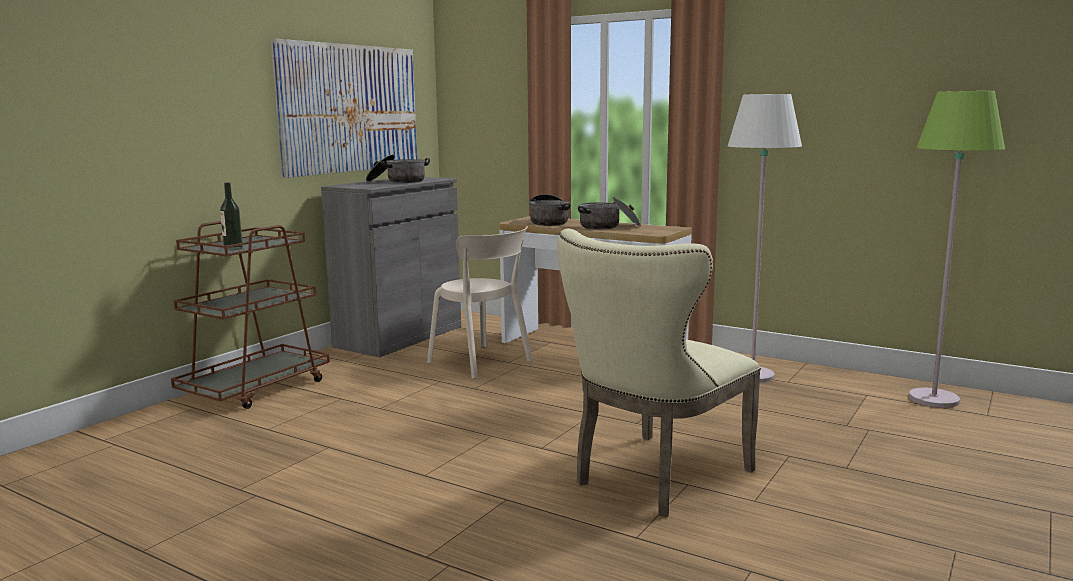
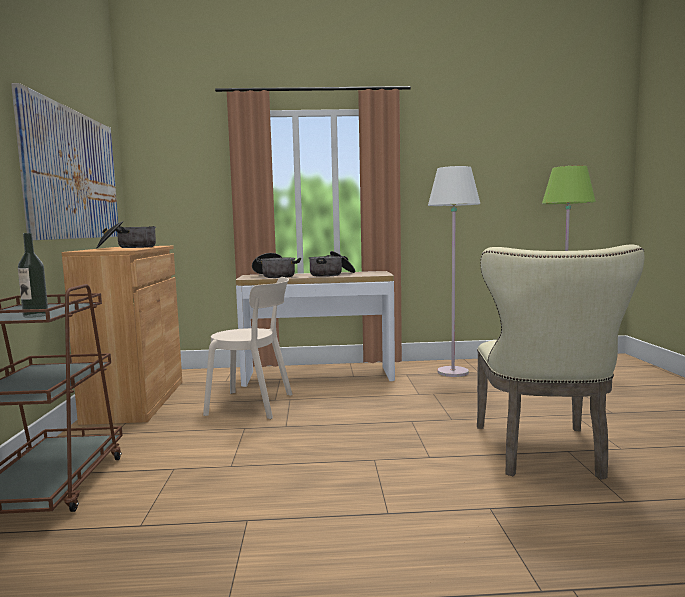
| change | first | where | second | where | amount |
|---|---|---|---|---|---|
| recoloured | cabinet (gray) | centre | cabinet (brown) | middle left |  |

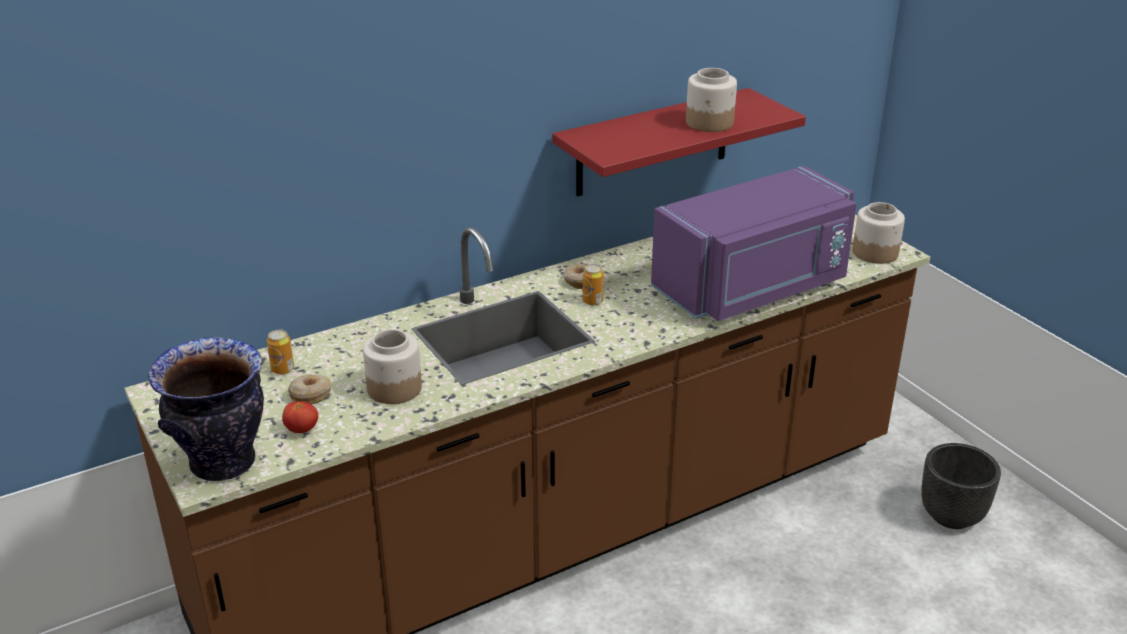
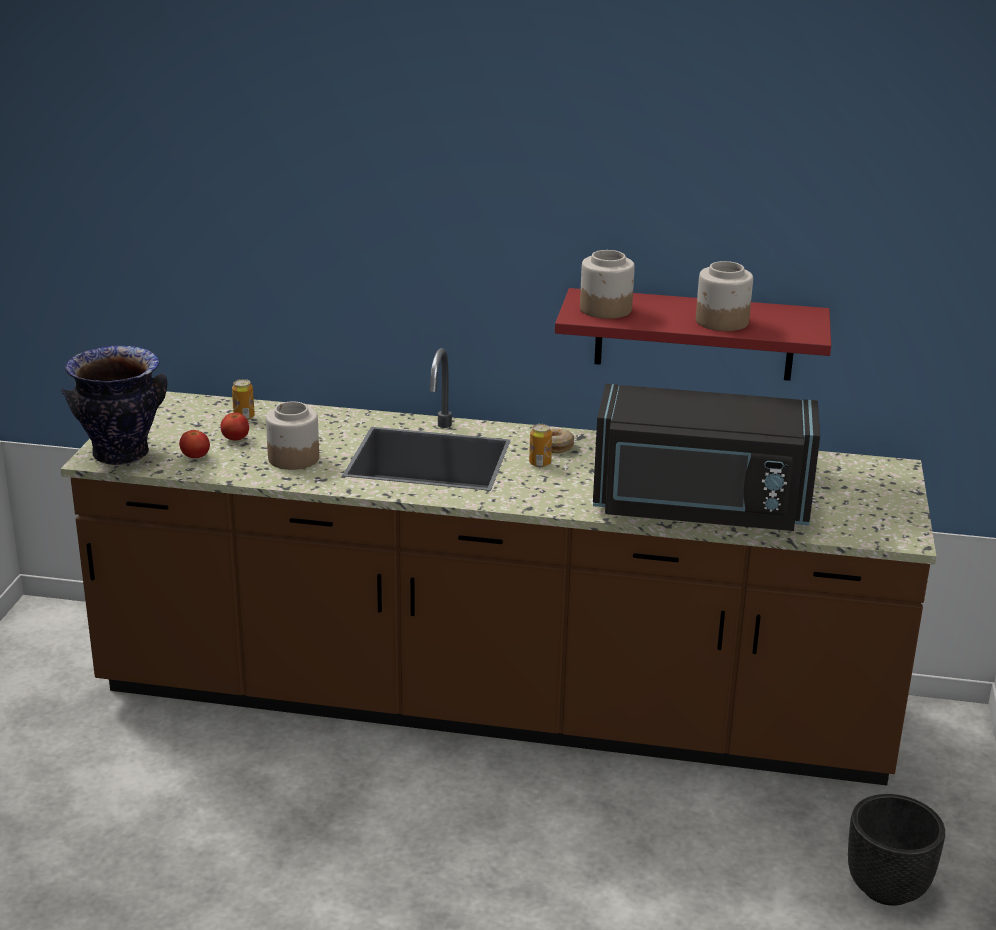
| change | first | where | second | where | amount |
|---|---|---|---|---|---|
| replaced | ring doughnut (1st from left) | middle left | whole tomato (2nd from left) | middle left |  |
| recoloured | microwave oven (purplish) | middle right | microwave oven (blackish) | middle right |  |
| moved | jar (3rd from left in the first image) | middle right | jar (2nd from left) | top centre |  |

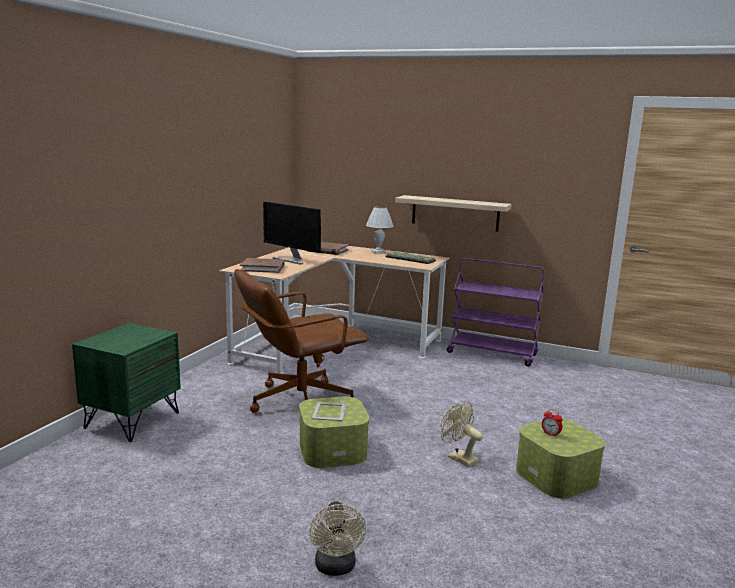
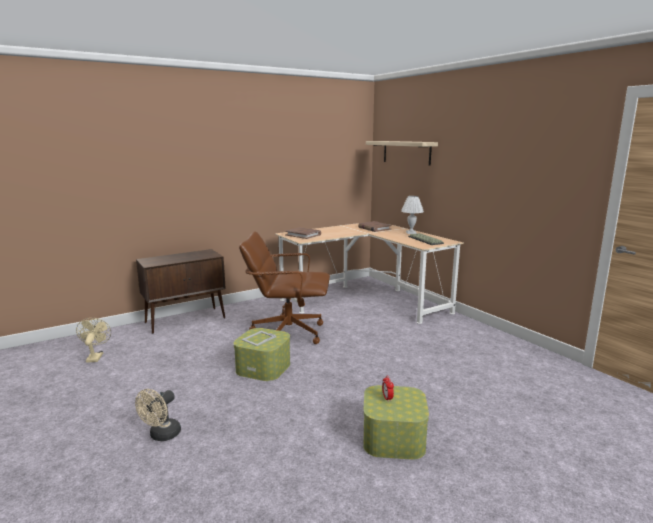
| change | first | where | second | where | amount |
|---|---|---|---|---|---|
| replaced | nightstand (greenish) | middle left | cabinet (brown) | middle left |  |
| removed | computer screen | centre |  |  |  |
| moved | bracket shelf | centre |  | top centre |  |
| moved | electric fan (beige-coloured) (2nd from left in the first image) | bottom centre | electric fan (beige-coloured) (1st from left) | middle left |  |
| removed | wheeled cart (purplish) | middle right |  |  |  |

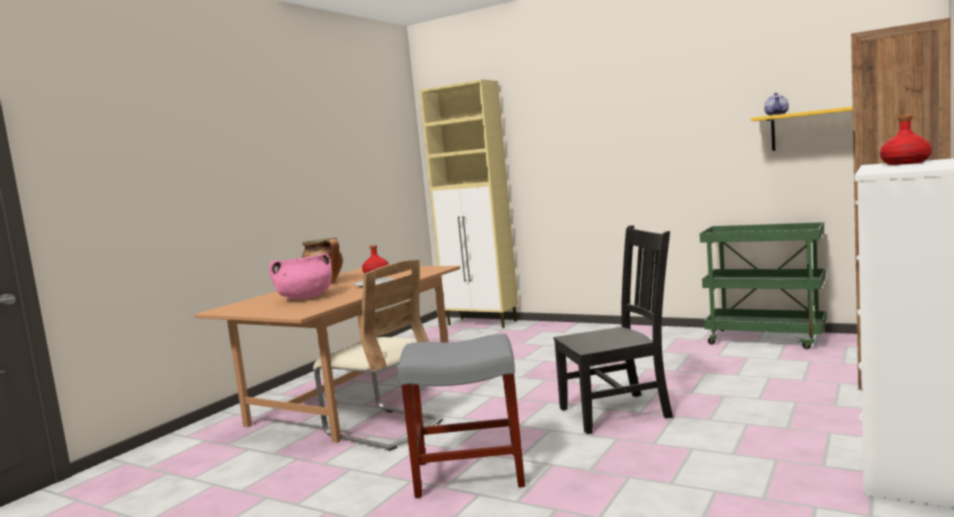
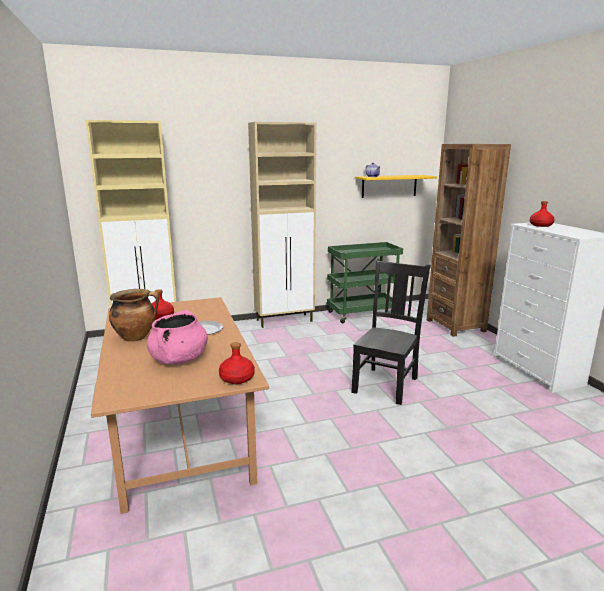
| change | first | where | second | where | amount |
|---|---|---|---|---|---|
| removed | upright chair (beige-coloured) | bottom centre |  |  |  |
| removed | sitting stool (gray) | bottom centre |  |  |  |
| added |  |  | bottle (red-coloured) (2nd from left) | centre |  |
| added |  |  | cabinet (beige-coloured) (2nd from left) | centre |  |

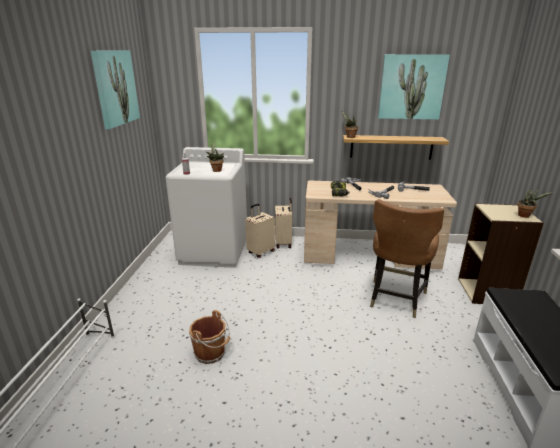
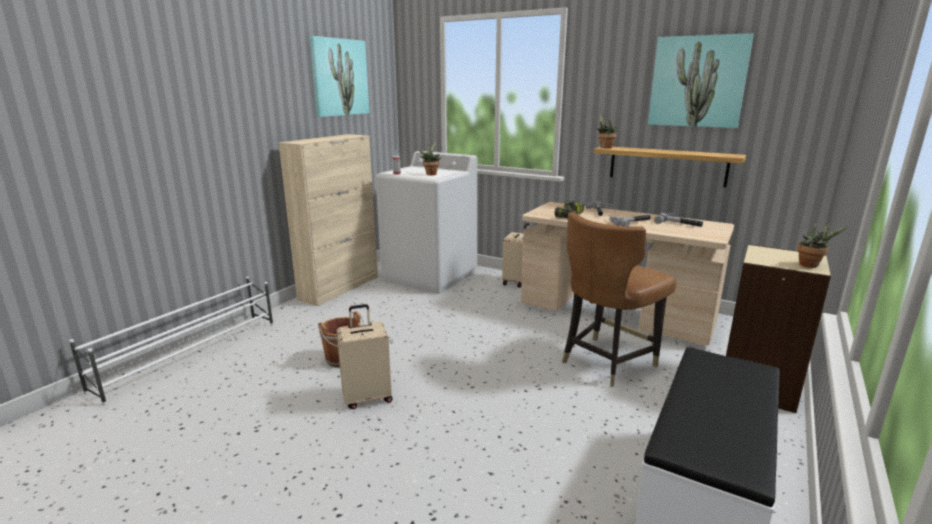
| change | first | where | second | where | amount |
|---|---|---|---|---|---|
| moved | piece of luggage (beige-coloured) (1st from left) | centre |  | bottom centre |  |
| added |  |  | cabinet (beige-coloured) | centre |  |

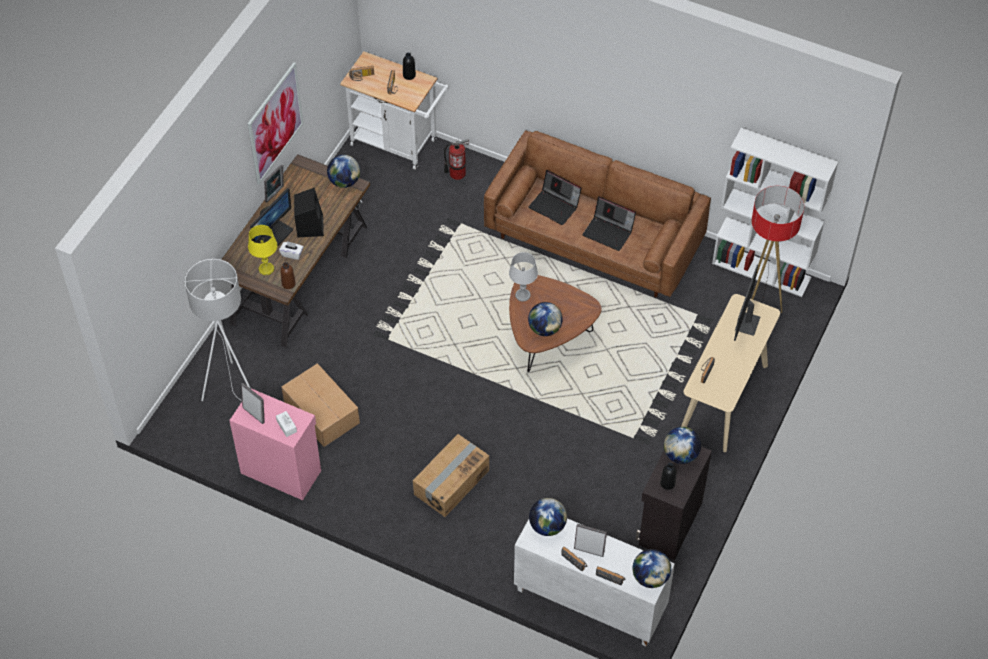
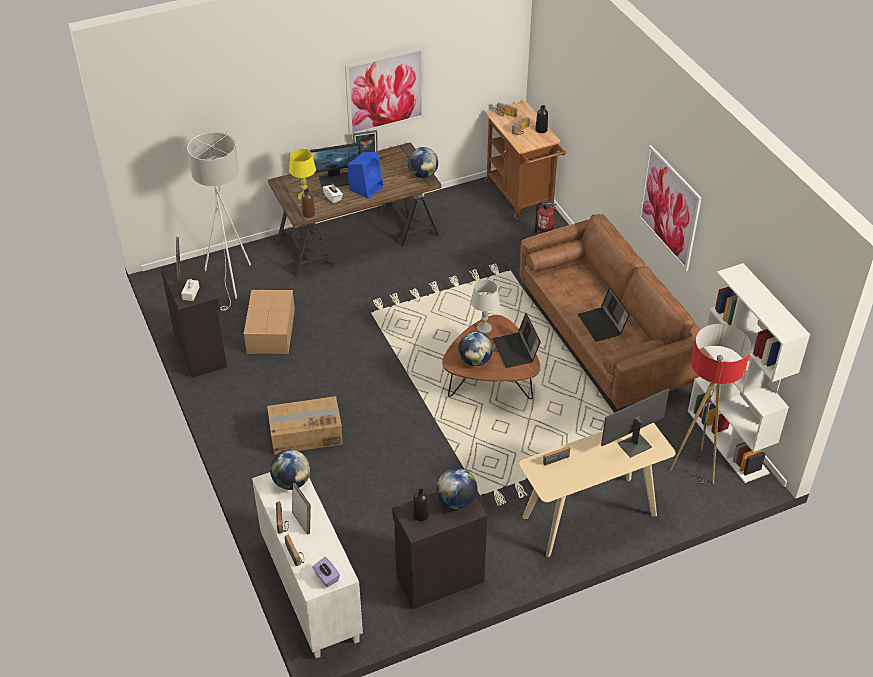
| change | first | where | second | where | amount |
|---|---|---|---|---|---|
| recoloured | cabinet (pinkish) | bottom left | cabinet (blackish) (1st from left) | middle left |  |
| recoloured | audio speaker (blackish) | top left | audio speaker (blue) | top centre |  |
| recoloured | wheeled cart (whitish) | top centre | wheeled cart (brown) | top centre |  |
| moved | laptop (1st from left) | top centre |  | centre |  |
| replaced | world globe (4th from left) | bottom centre | tissue holder (purplish) | bottom centre |  |
| added |  |  | wall picture (2nd from left) | top right |  |

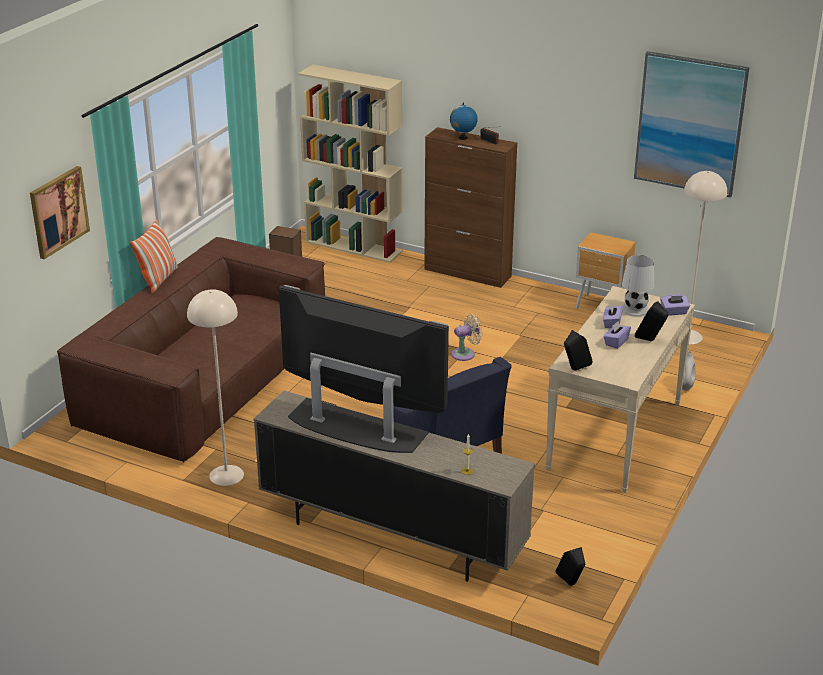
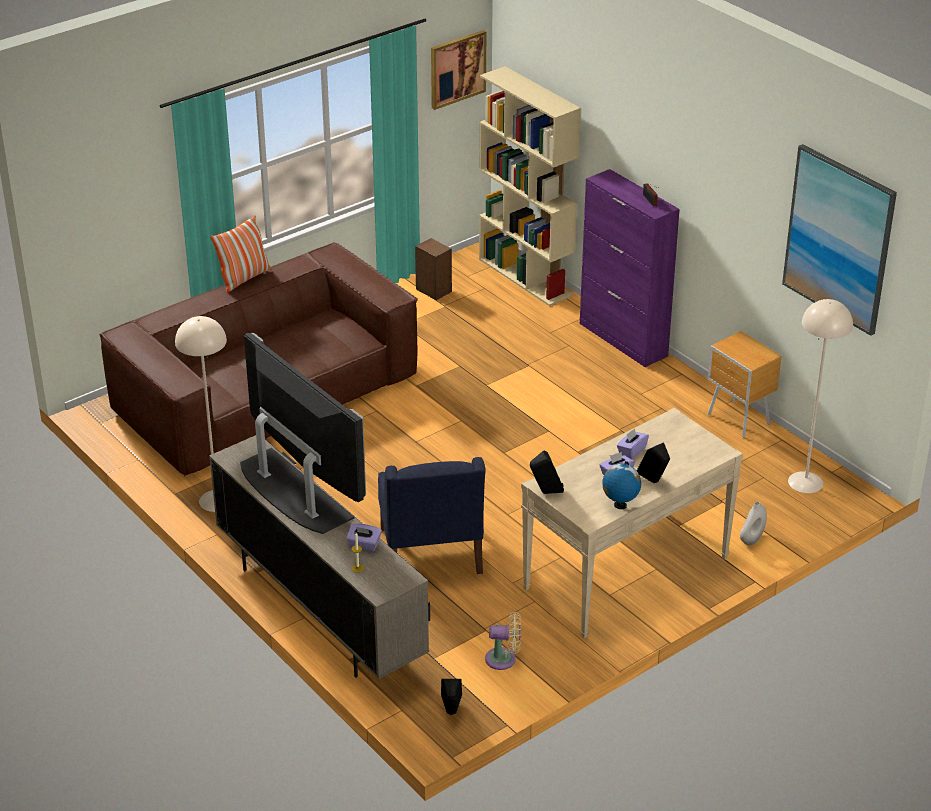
| change | first | where | second | where | amount |
|---|---|---|---|---|---|
| moved | wall picture (1st from left) | top left |  | top centre |  |
| recoloured | cabinet (brown) | top centre | cabinet (purplish) | top right |  |
| moved | world globe | top centre |  | middle right |  |
| moved | electric fan (beige-coloured) | centre |  | bottom centre |  |
| removed | lamp for a table (whitish) | middle right |  |  |  |
| moved | tissue holder (purplish) (3rd from left in the first image) | middle right | tissue holder (purplish) (1st from left) | centre |  |

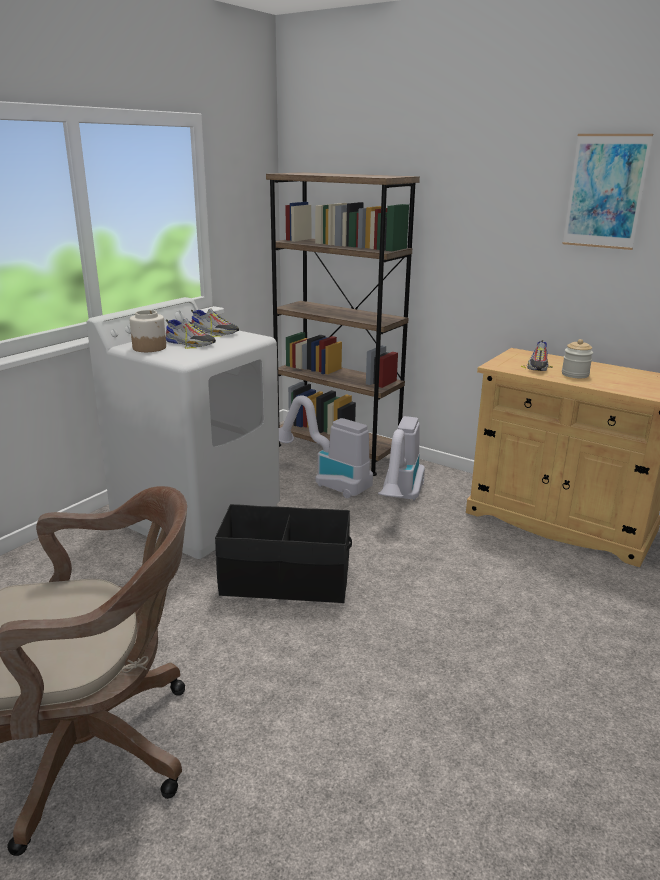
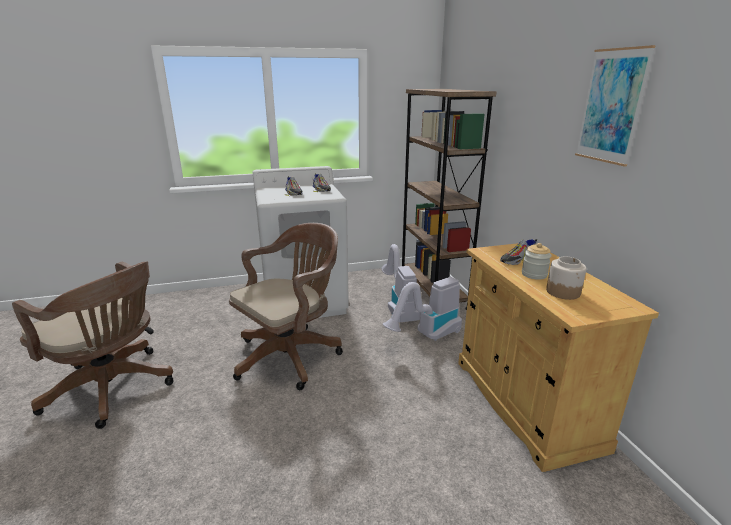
| change | first | where | second | where | amount |
|---|---|---|---|---|---|
| moved | jar (1st from left in the first image) | middle left | jar (2nd from left) | middle right |  |
| replaced | storage bin (blackish) | centre | computer chair (brown) (2nd from left) | centre |  |

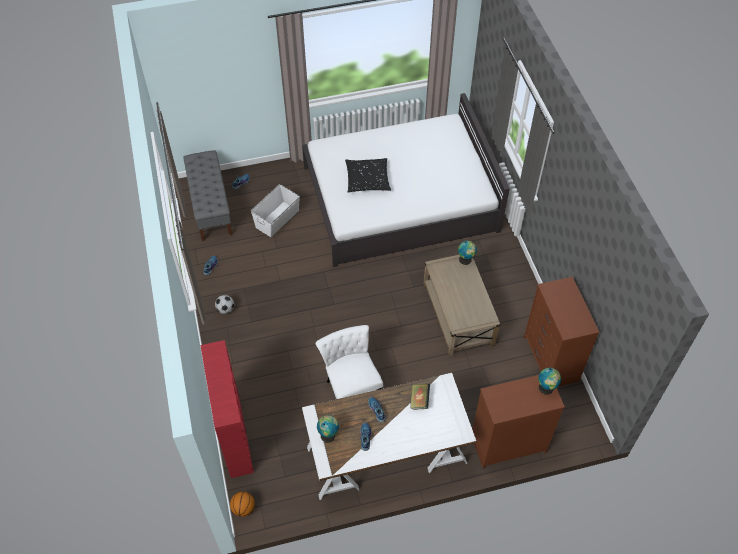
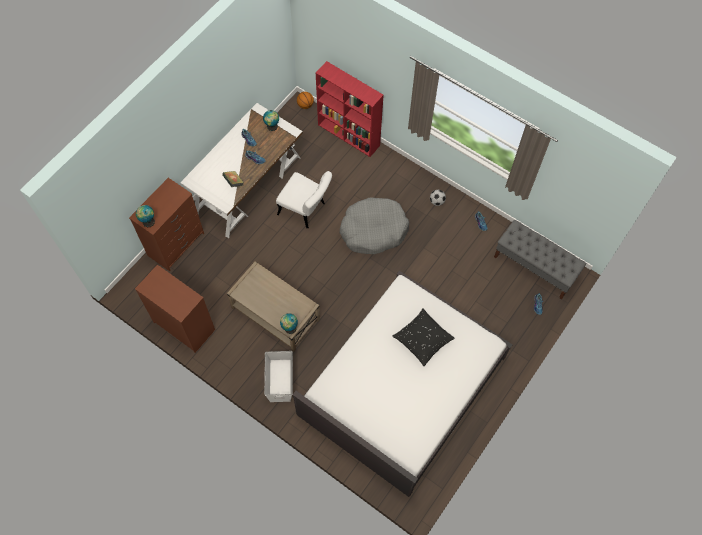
| change | first | where | second | where | amount |
|---|---|---|---|---|---|
| moved | storage bin (whitish) | centre |  | bottom centre |  |
| added |  |  | dog cushion (gray) | centre |  |

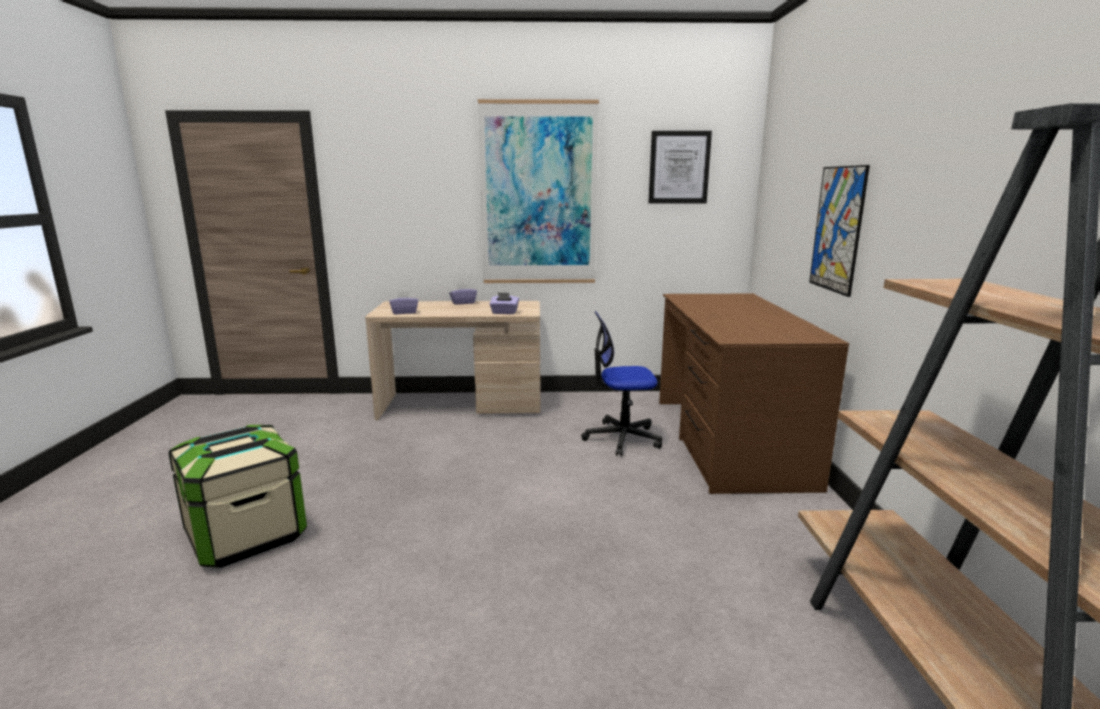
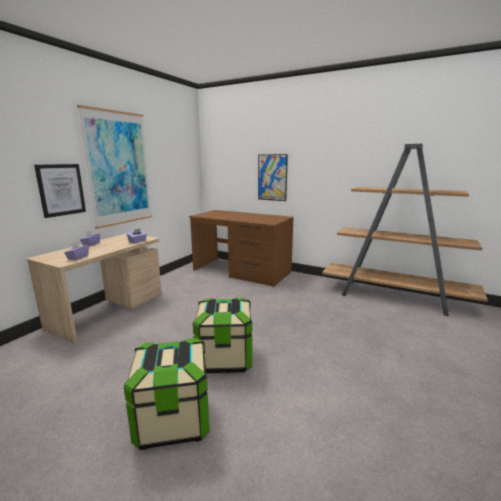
| change | first | where | second | where | amount |
|---|---|---|---|---|---|
| removed | computer chair | centre |  |  |  |
| moved | wall picture (2nd from left in the first image) | top centre | wall picture (1st from left) | middle left |  |
| added |  |  | storage bin (2nd from left) | bottom centre |  |

